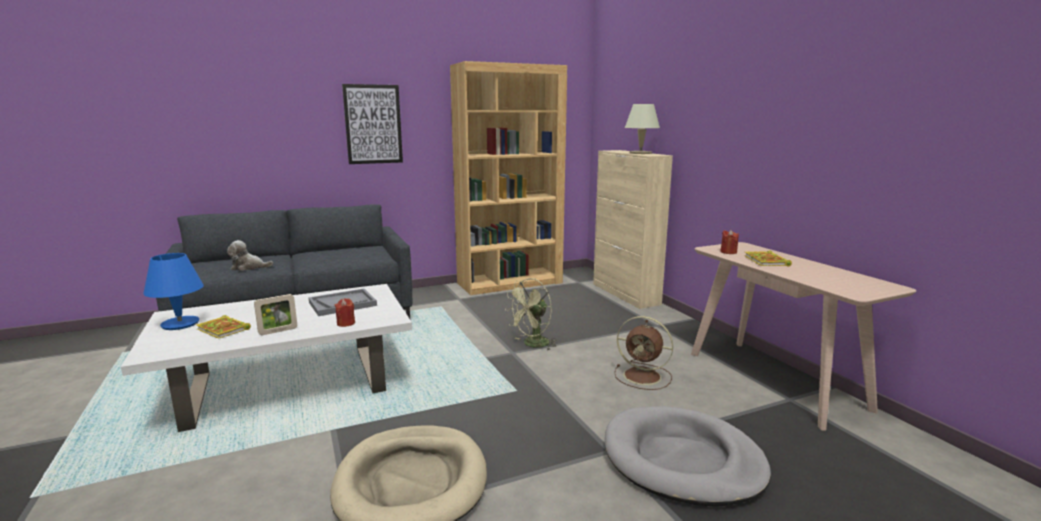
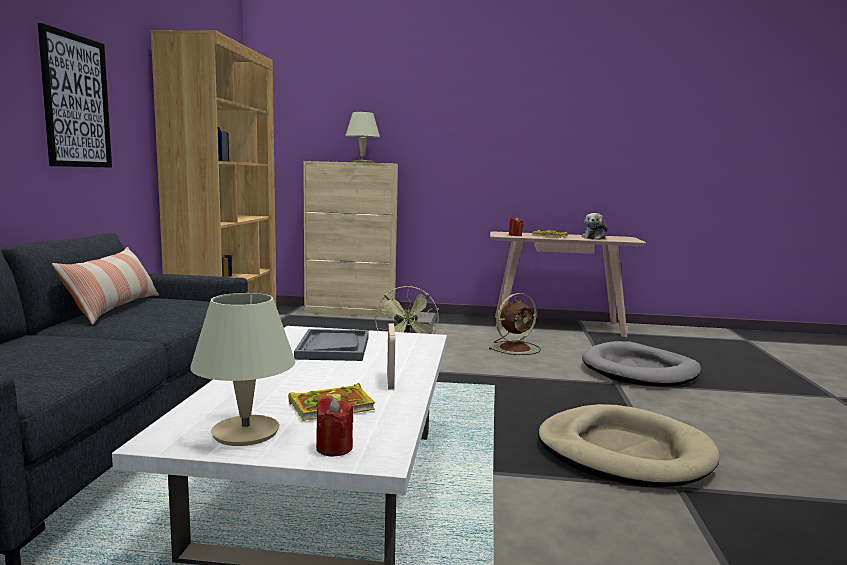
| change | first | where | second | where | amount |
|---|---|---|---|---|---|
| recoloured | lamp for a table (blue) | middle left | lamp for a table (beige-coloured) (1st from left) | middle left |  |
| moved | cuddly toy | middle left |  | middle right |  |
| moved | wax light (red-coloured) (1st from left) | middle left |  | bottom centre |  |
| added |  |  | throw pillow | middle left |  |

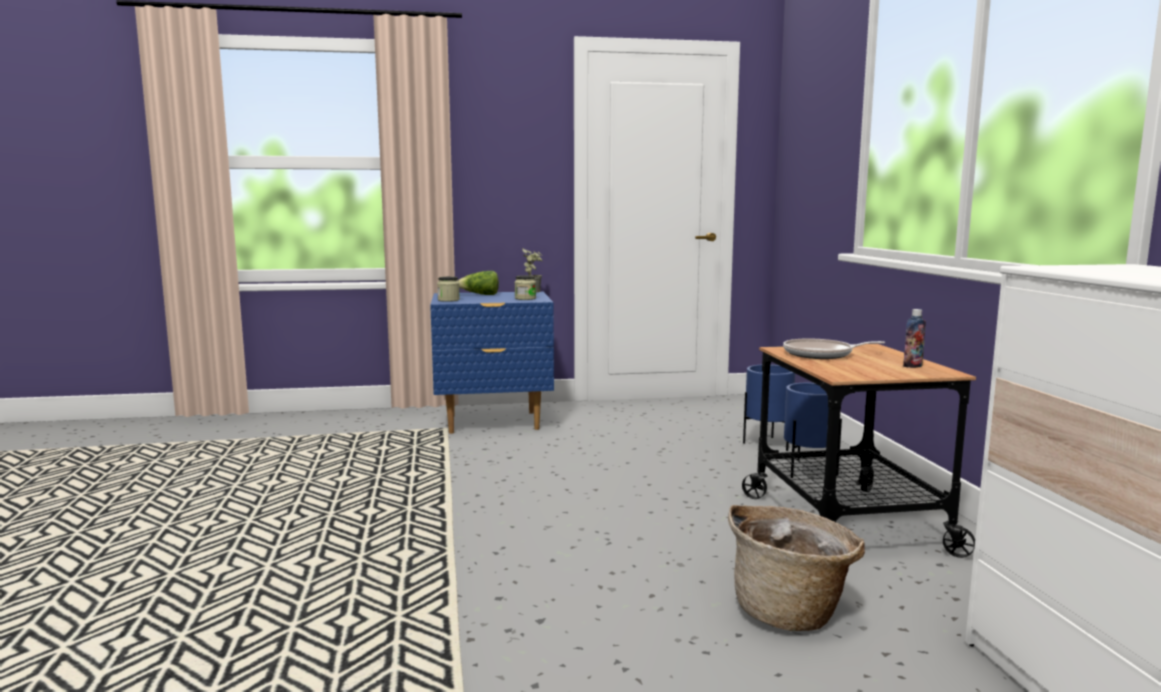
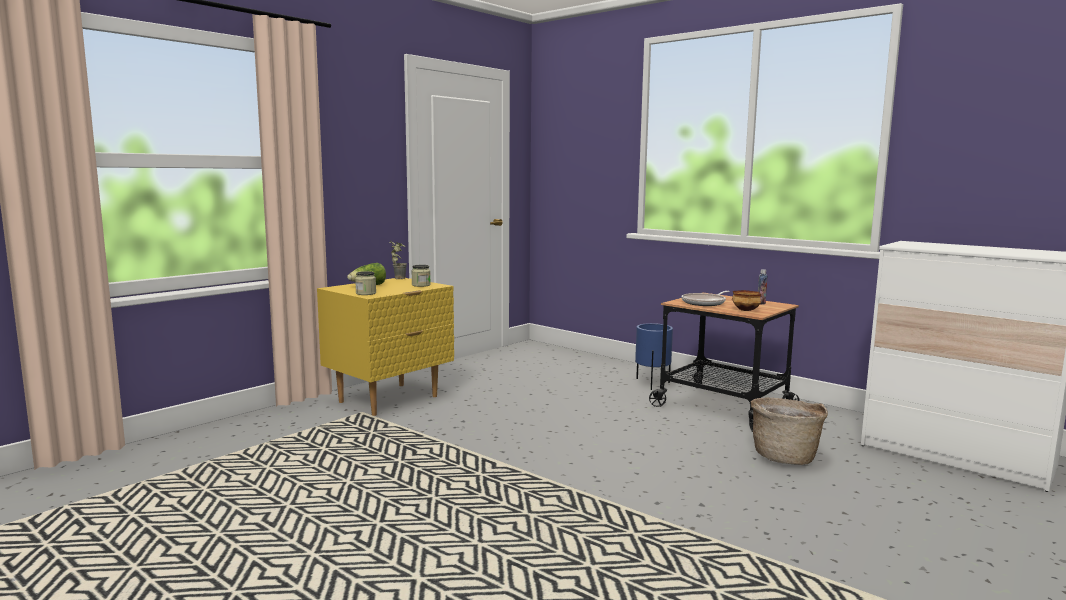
| change | first | where | second | where | amount |
|---|---|---|---|---|---|
| recoloured | nightstand (blue) | centre | nightstand (yellow-coloured) | centre |  |
| removed | flower pot (blue) (1st from left) | centre |  |  |  |
| added |  |  | serving bowl | middle right |  |

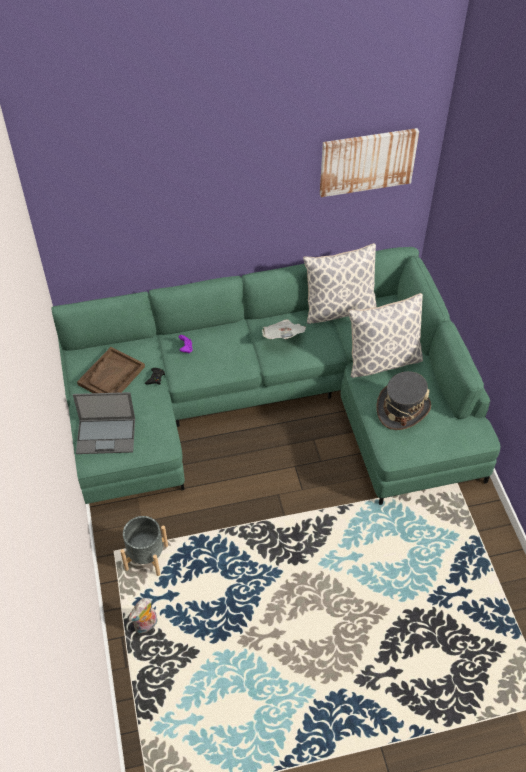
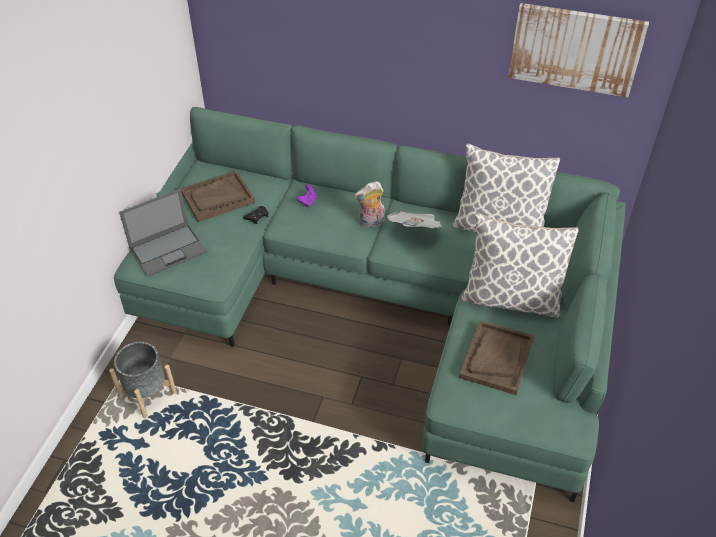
| change | first | where | second | where | amount |
|---|---|---|---|---|---|
| turned | laptop | middle left |  | middle left | 60 degrees counterclockwise |
| moved | cuddly toy | bottom left |  | centre |  |
| replaced | hat (gray) | middle right | tray (brown) (2nd from left) | middle right |  |

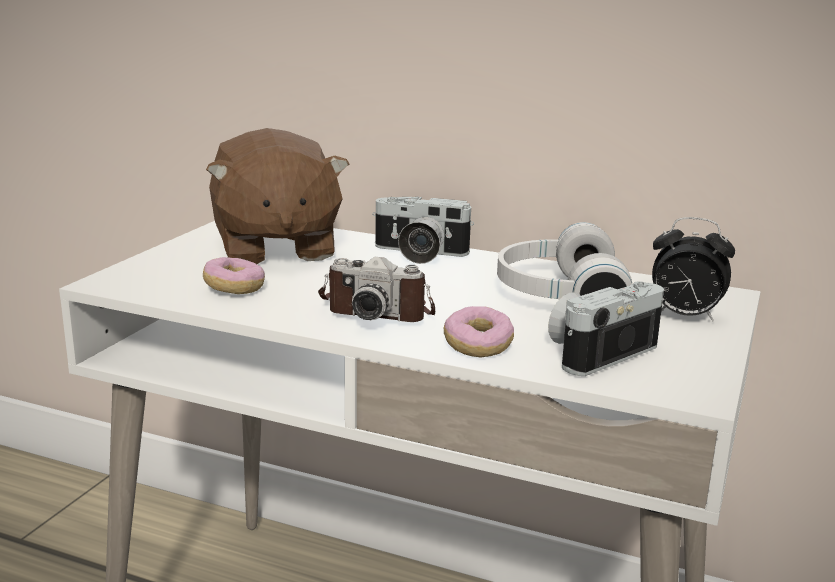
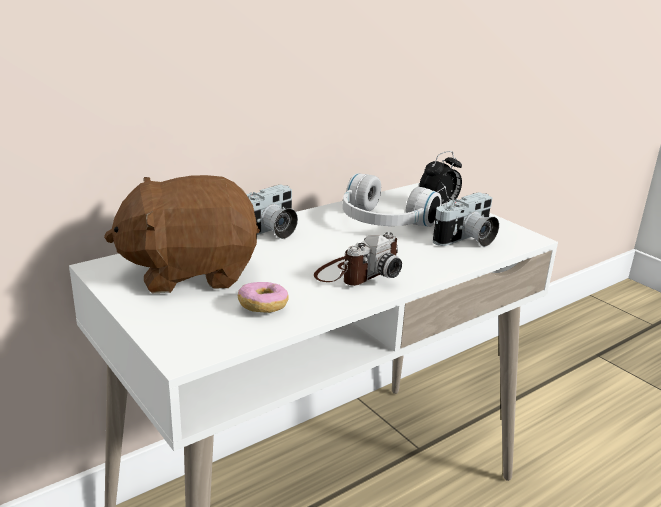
| change | first | where | second | where | amount |
|---|---|---|---|---|---|
| turned | cuddly toy (brown) | middle left |  | middle left | 150 degrees clockwise |
| removed | ring doughnut (2nd from left) | centre |  |  |  |
| turned | photo camera (3rd from left) | middle right |  | middle right | 120 degrees counterclockwise |

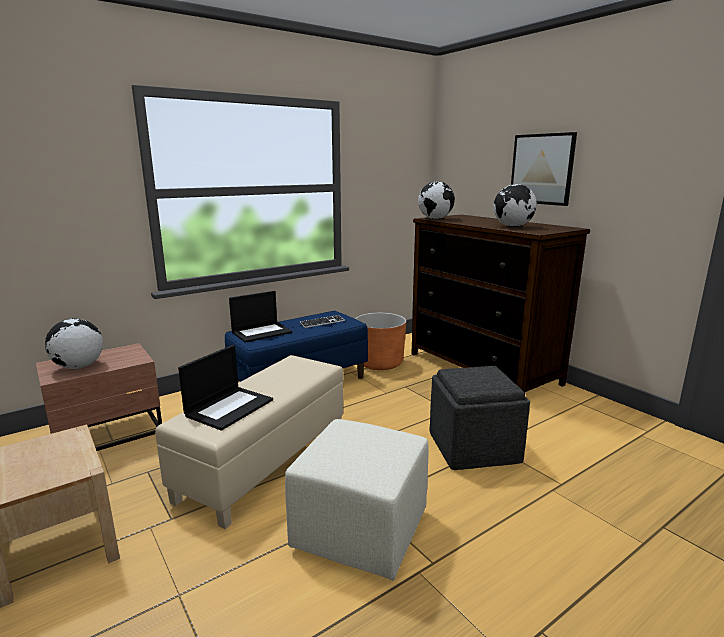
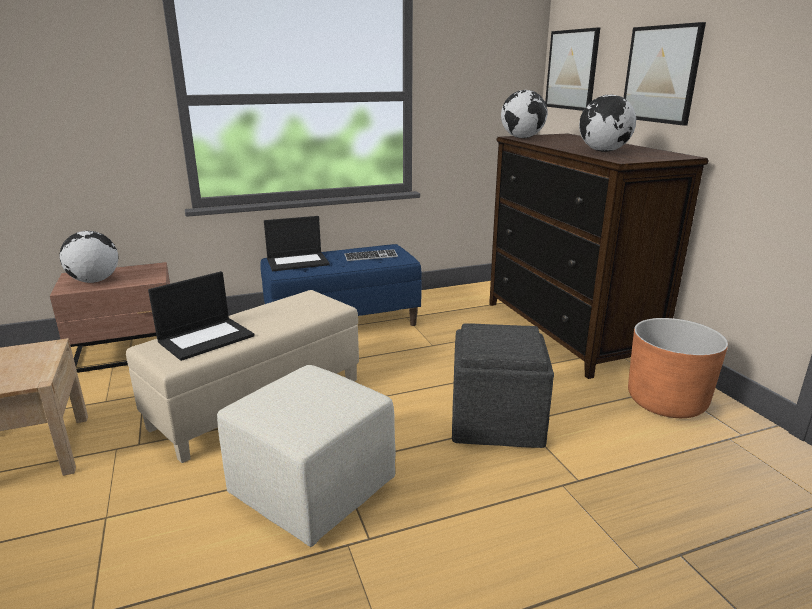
| change | first | where | second | where | amount |
|---|---|---|---|---|---|
| moved | flower pot (orange-coloured) | centre |  | middle right |  |
| added |  |  | wall picture (1st from left) | top right |  |

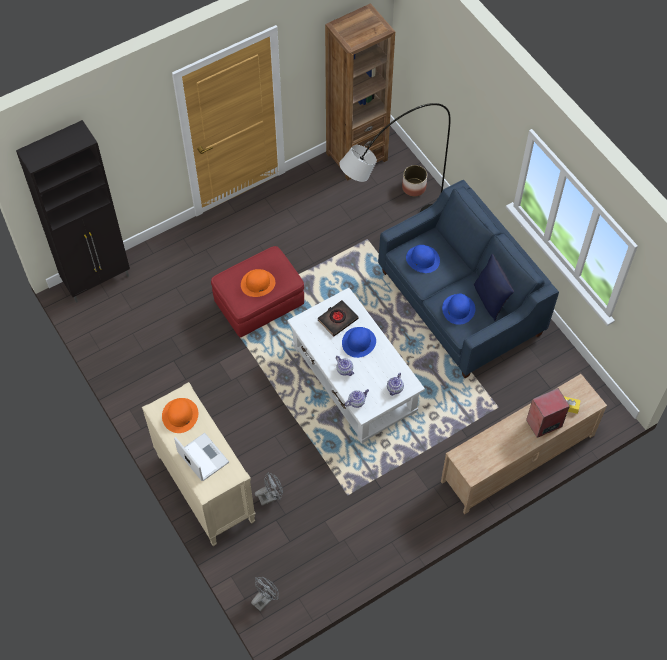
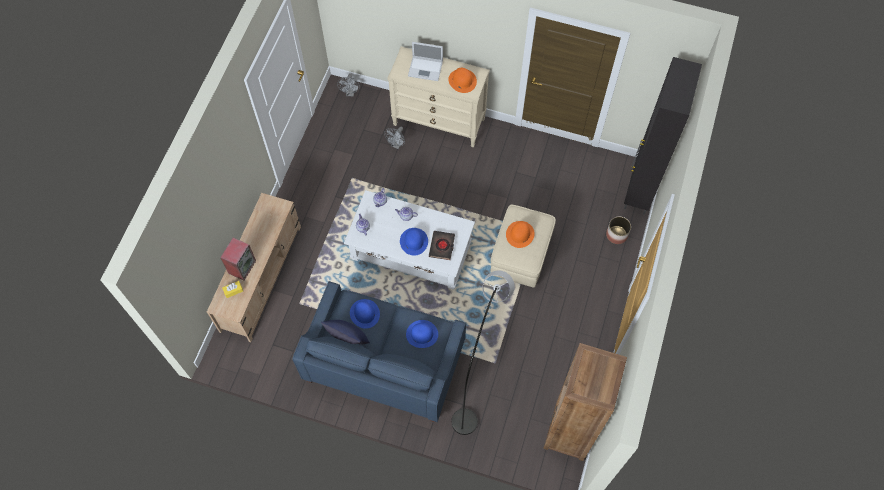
| change | first | where | second | where | amount |
|---|---|---|---|---|---|
| recoloured | ottoman (red-coloured) | centre | ottoman (beige-coloured) | centre |  |
| moved | flower pot | top centre |  | middle right |  |

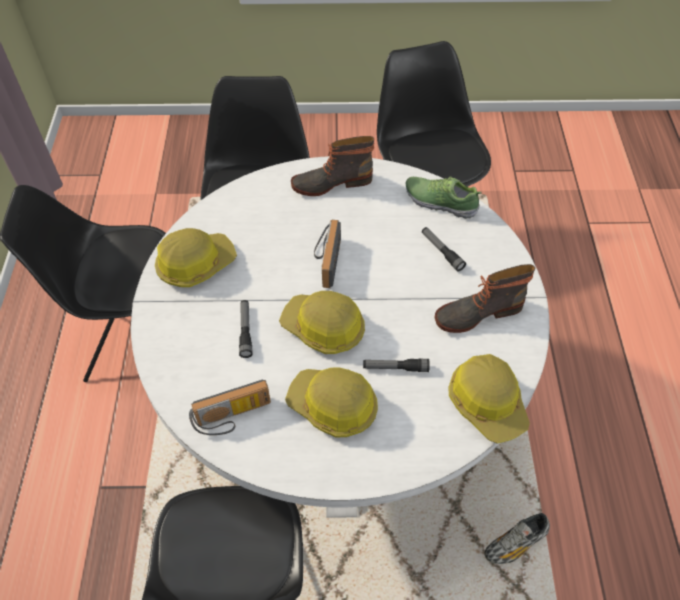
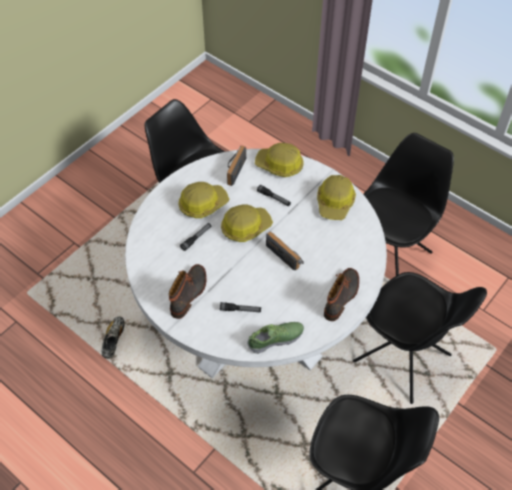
| change | first | where | second | where | amount |
|---|---|---|---|---|---|
| moved | safety helmet (4th from left in the first image) | middle right | safety helmet (3rd from left) | top centre |  |

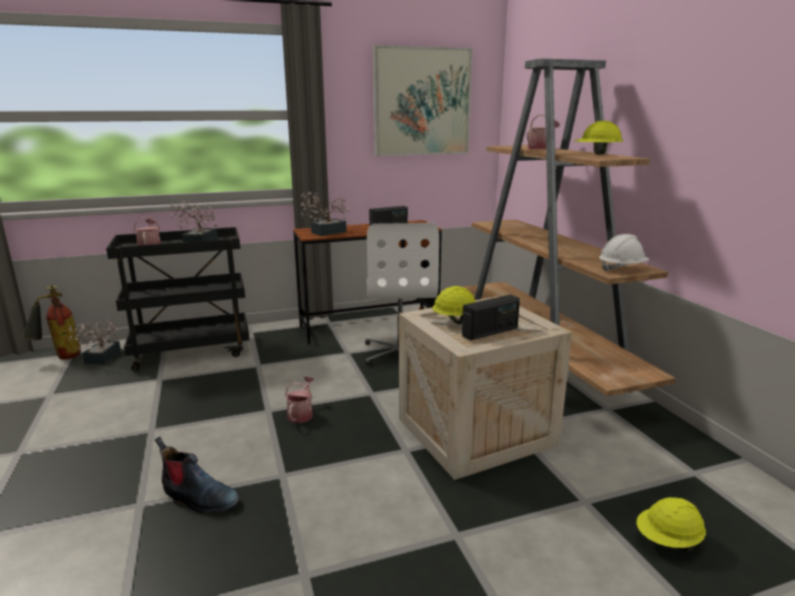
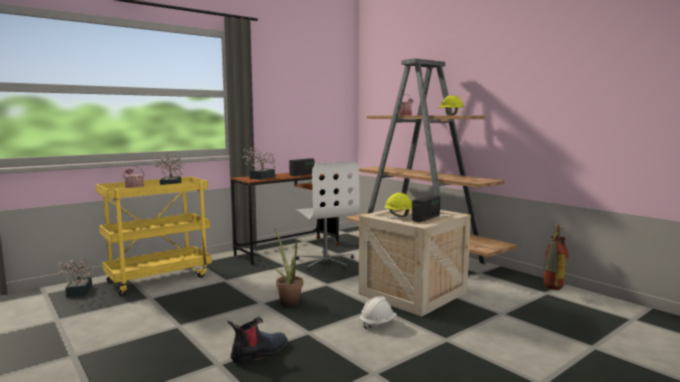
| change | first | where | second | where | amount |
|---|---|---|---|---|---|
| moved | extinguisher | middle left |  | bottom right |  |
| recoloured | wheeled cart (blackish) | middle left | wheeled cart (yellow-coloured) | middle left |  |
| turned | boot | bottom left |  | bottom centre | 45 degrees counterclockwise |
| replaced | sprinkling can (2nd from left) | bottom centre | plant in a pot (4th from left) | bottom centre |  |
| removed | wall picture | top centre |  |  |  |
| moved | safety helmet (whitish) | middle right |  | bottom centre |  |
| removed | safety helmet (yellow-coloured) (3rd from left) | bottom right |  |  |  |

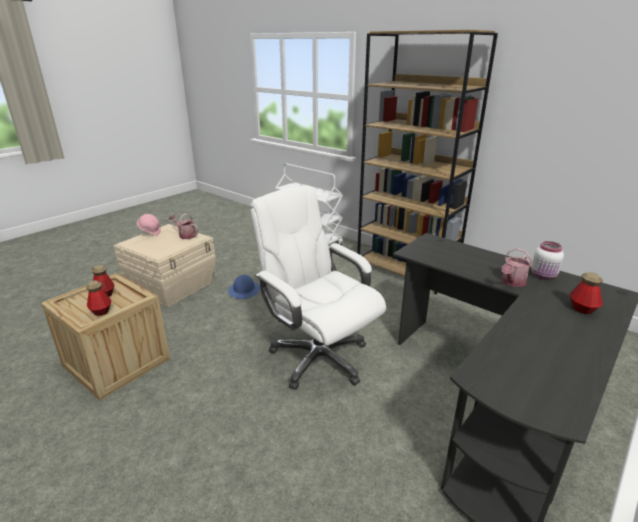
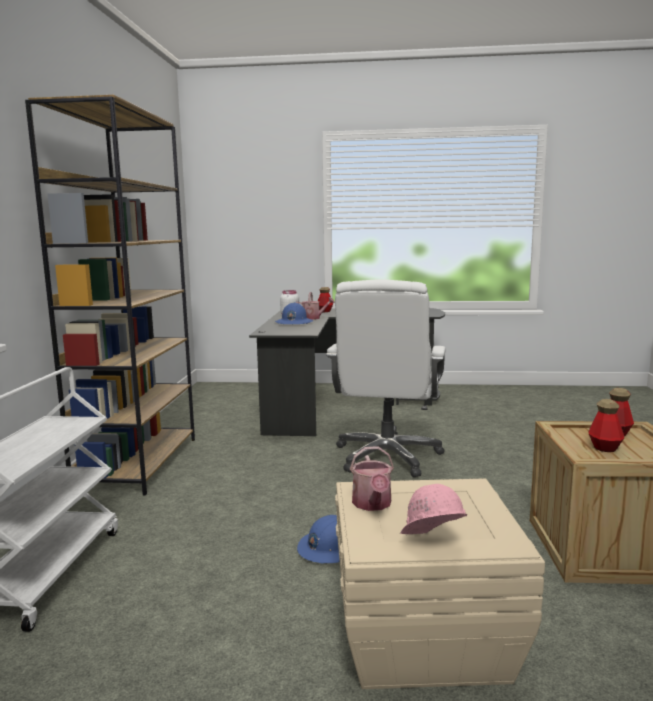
| change | first | where | second | where | amount |
|---|---|---|---|---|---|
| added |  |  | safety helmet (blue) (1st from left) | centre |  |

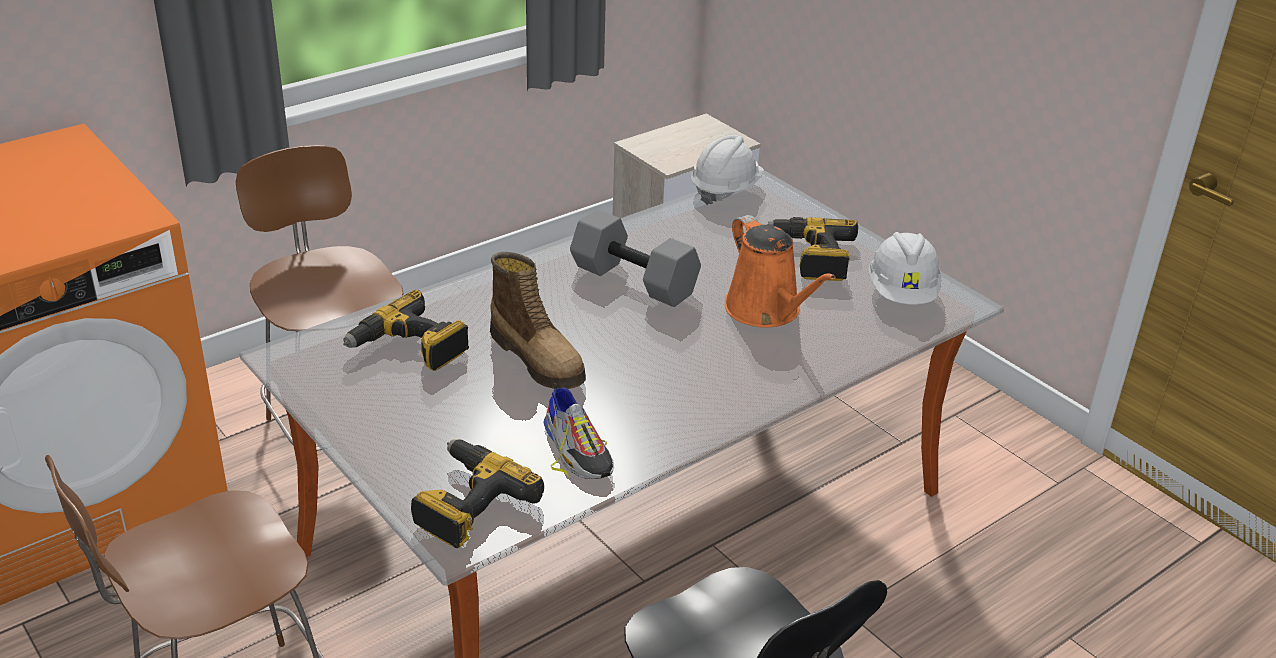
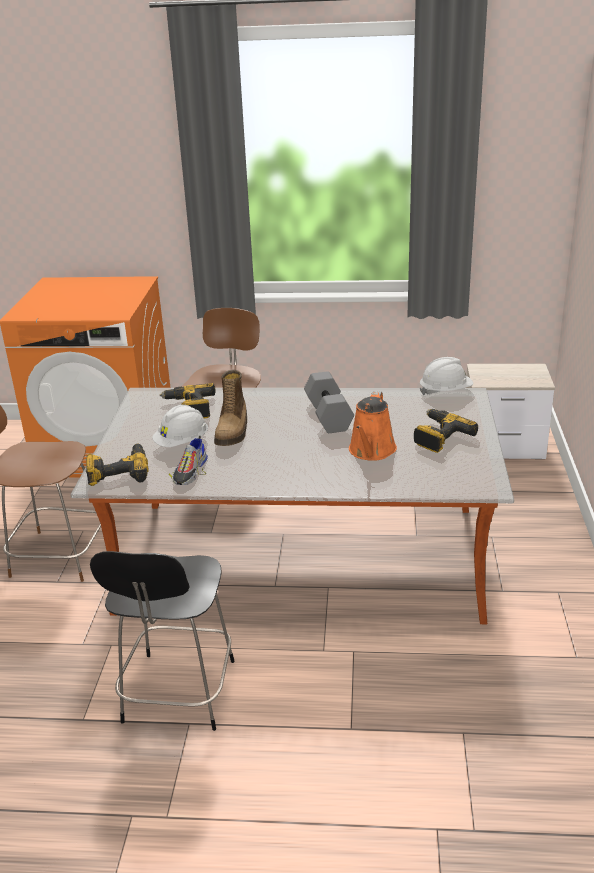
| change | first | where | second | where | amount |
|---|---|---|---|---|---|
| moved | safety helmet (whitish) (2nd from left in the first image) | middle right | safety helmet (whitish) (1st from left) | middle left |  |

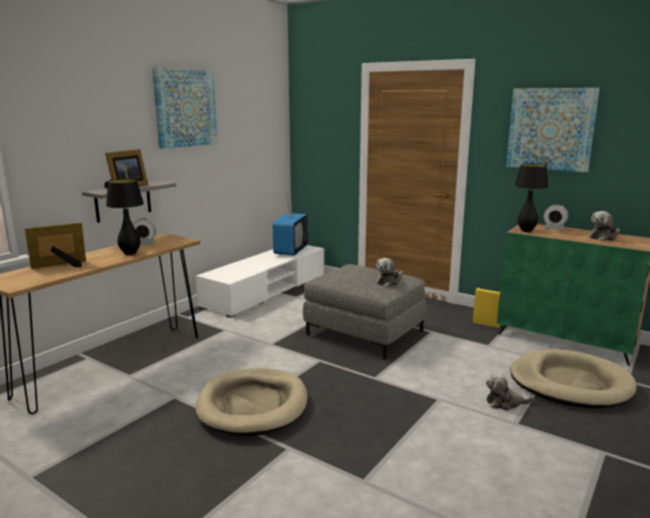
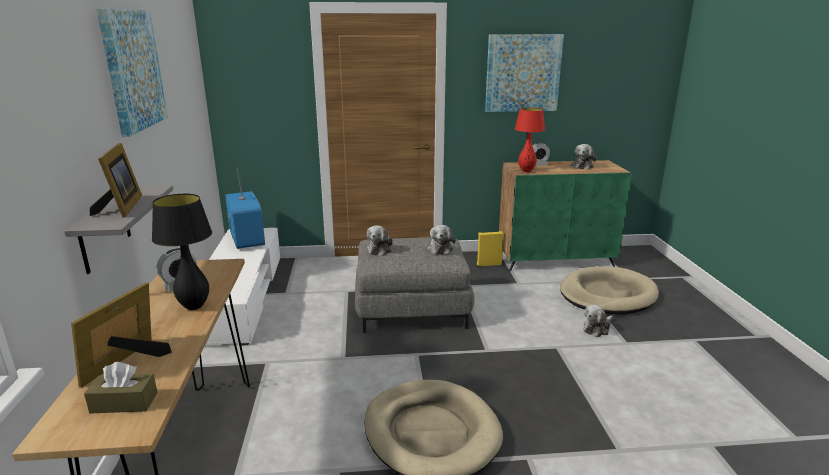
| change | first | where | second | where | amount |
|---|---|---|---|---|---|
| recoloured | lamp for a table (blackish) (2nd from left) | middle right | lamp for a table (red-coloured) | top centre |  |
| added |  |  | tissue holder (brown) | bottom left |  |
| added |  |  | cuddly toy (1st from left) | centre |  |

